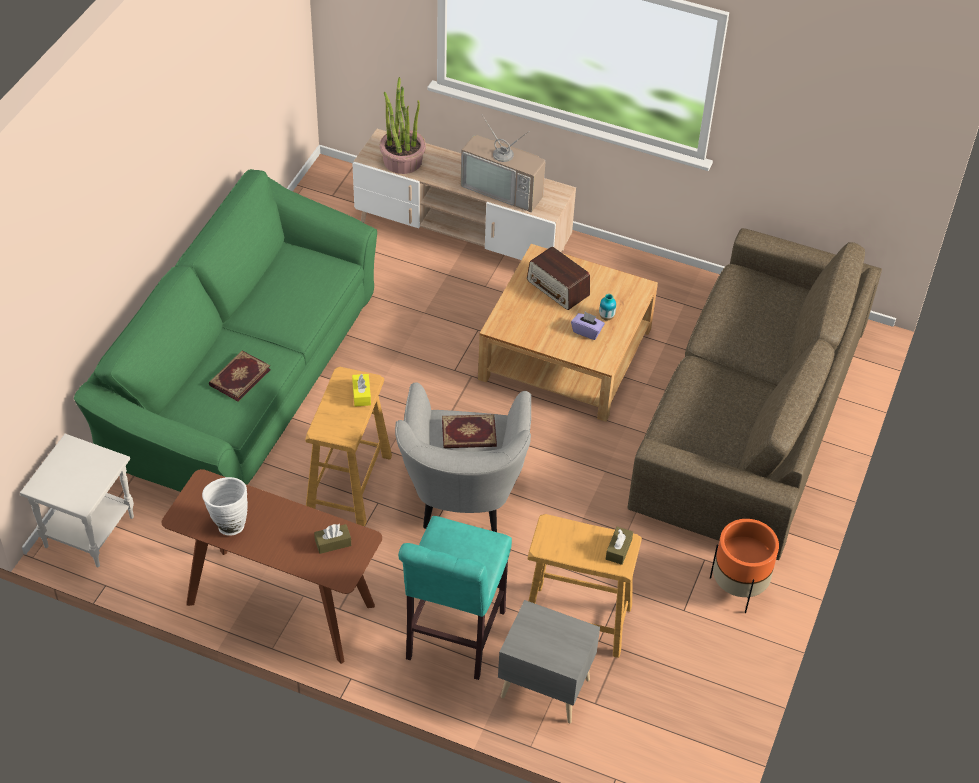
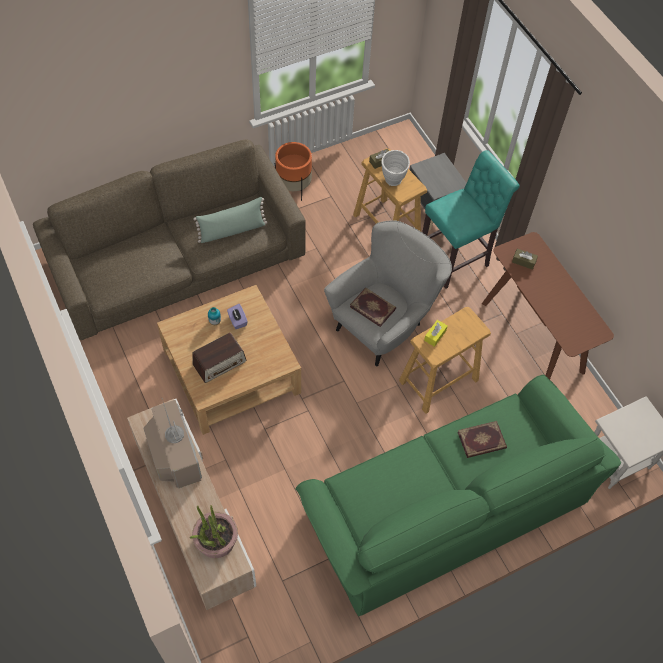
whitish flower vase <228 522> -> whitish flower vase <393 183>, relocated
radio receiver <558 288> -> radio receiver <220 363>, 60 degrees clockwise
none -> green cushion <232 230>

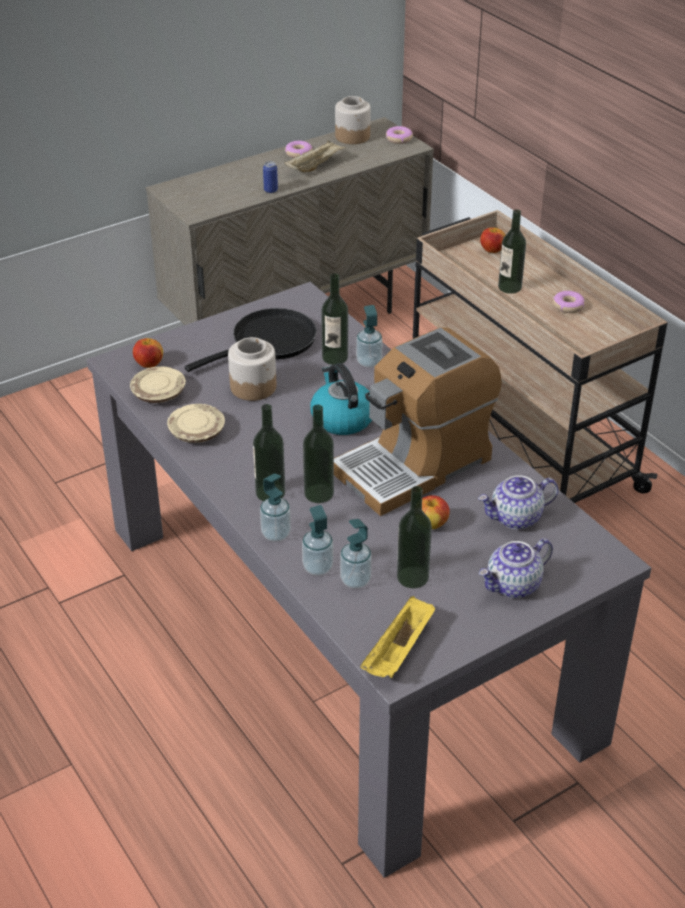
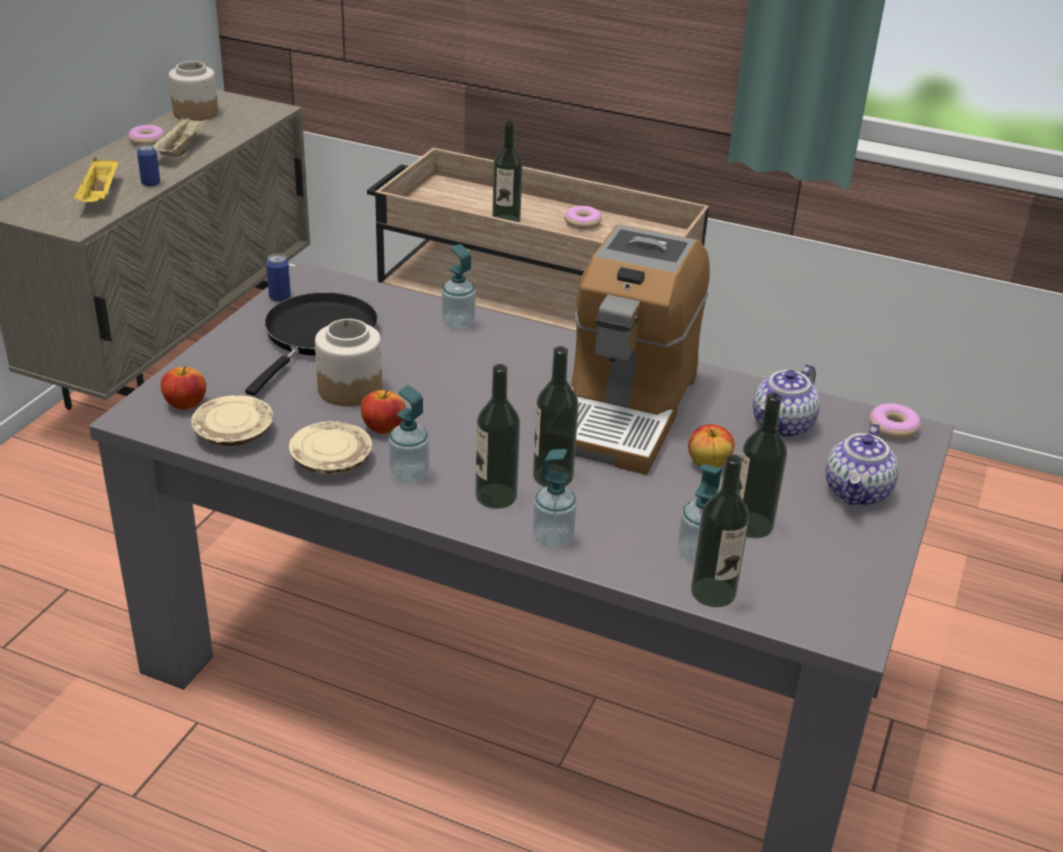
soap bottle <318 567> -> soap bottle <409 474>, relocated
tea kettle <342 418> -> none
drink bottle <335 357> -> drink bottle <713 592>, relocated
yellowish carrying tray <398 652> -> yellowish carrying tray <100 196>, relocated
doughnut <398 139> -> doughnut <892 428>, relocated
apple fruit <492 250> -> apple fruit <383 428>, relocated
none -> can <280 297>

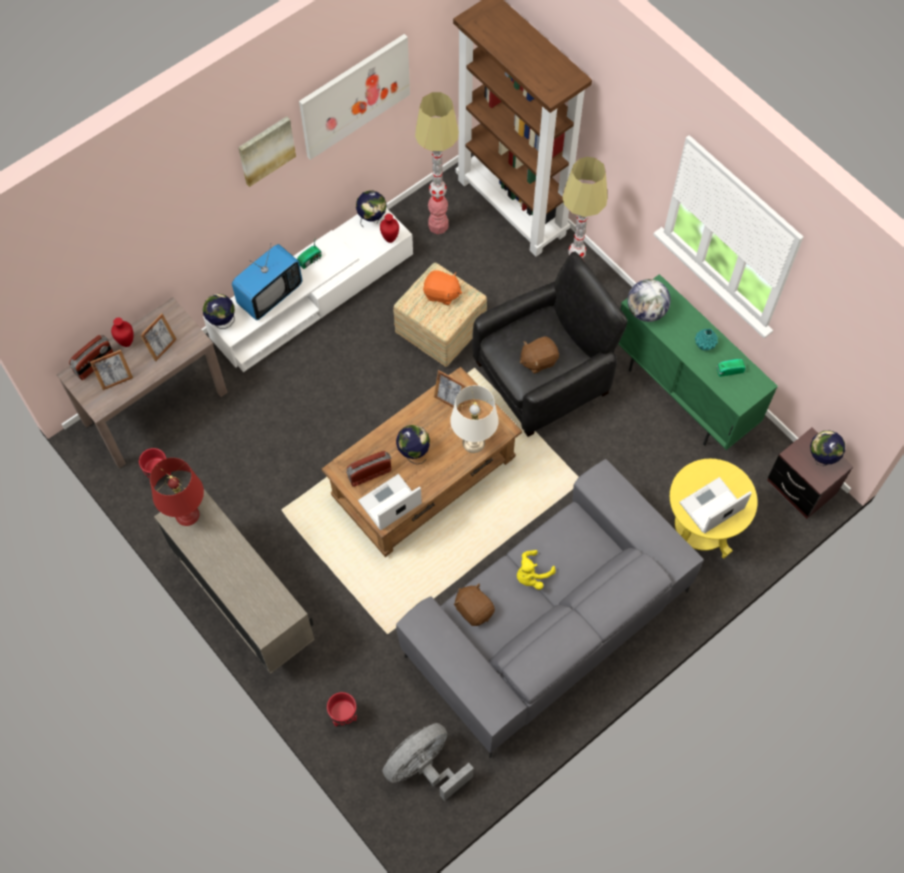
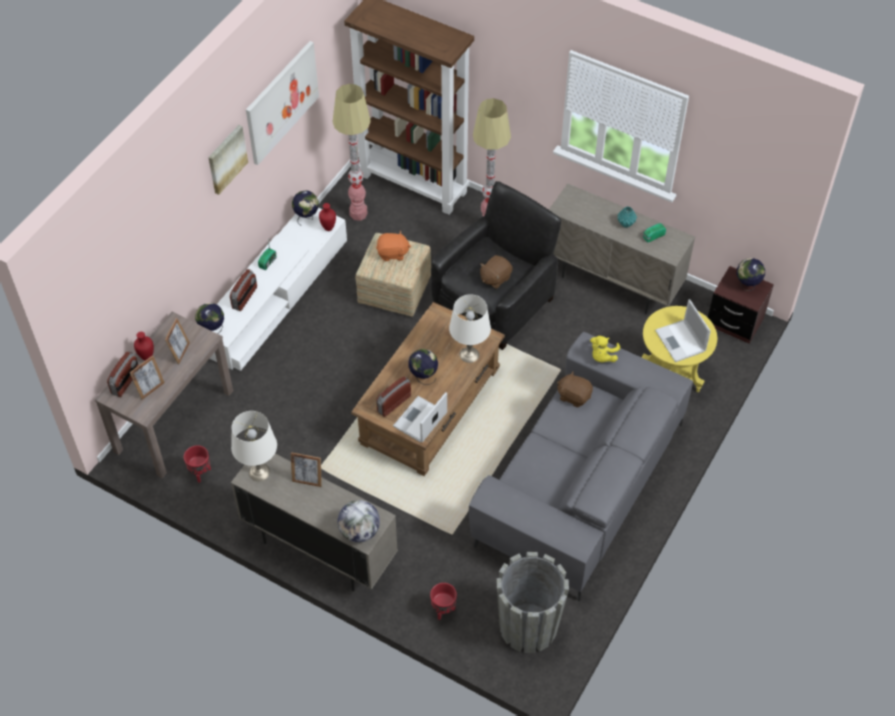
red table lamp <187 514> -> whitish table lamp <259 471>
TV set <270 295> -> radio receiver <245 298>
grey electric fan <424 767> -> grey flower pot <528 626>
photo frame <449 400> -> photo frame <307 480>, relocated
brownish plush toy <474 609> -> brownish plush toy <574 396>, relocated
yellowish plush toy <531 575> -> yellowish plush toy <602 356>, relocated
green cabinet <682 395> -> beige-coloured cabinet <612 283>
world globe <646 311> -> world globe <359 531>, relocated
laptop <710 506> -> laptop <681 341>, 60 degrees counterclockwise

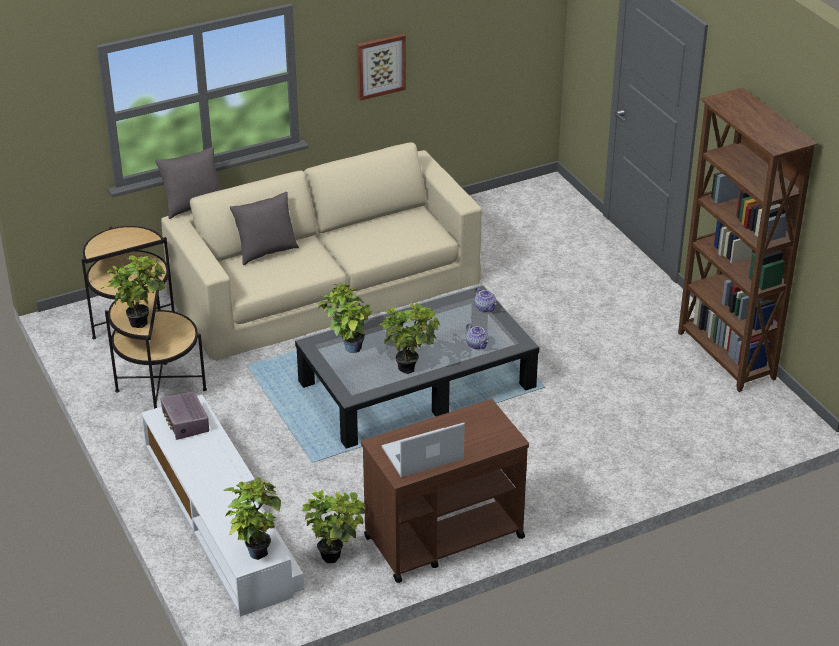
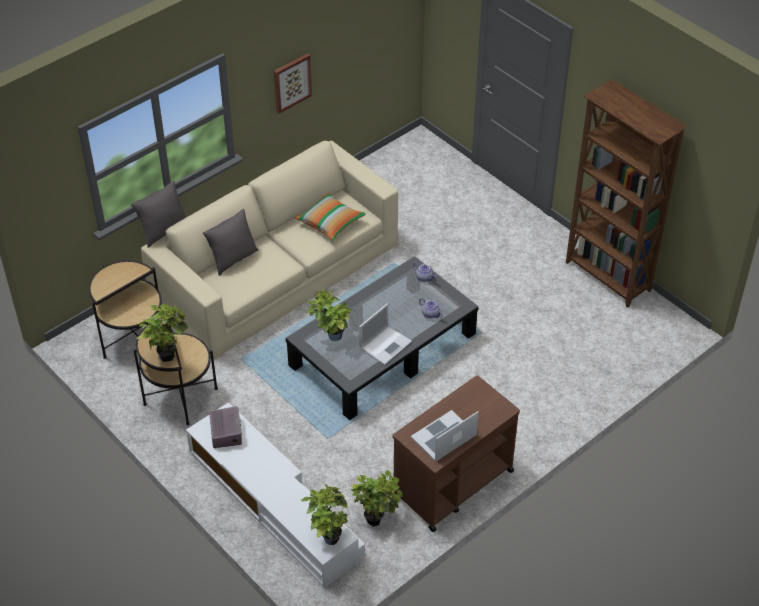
radio receiver <185 424> -> radio receiver <226 432>, 150 degrees counterclockwise
plant in a pot <410 366> -> laptop <386 344>
none -> cushion <330 223>

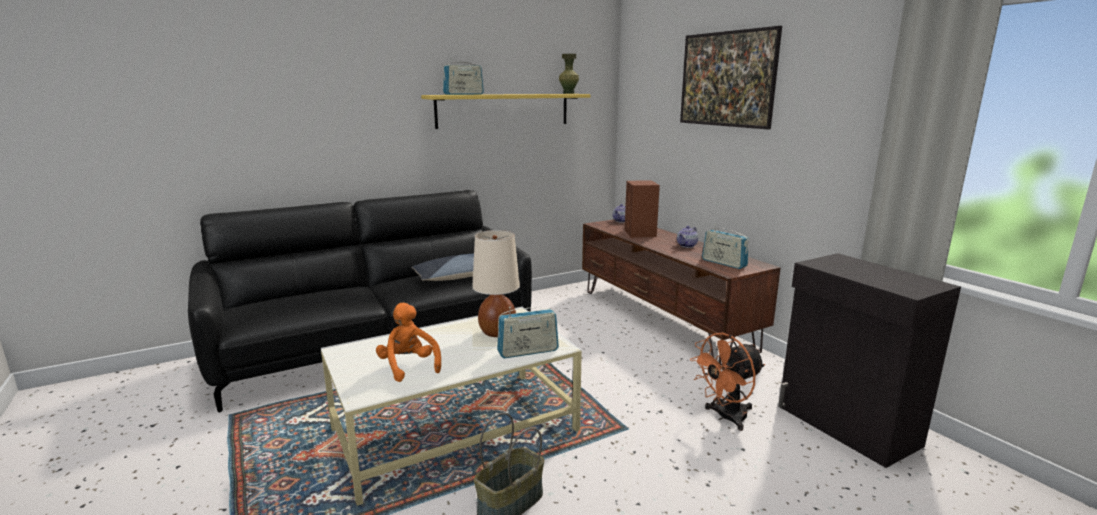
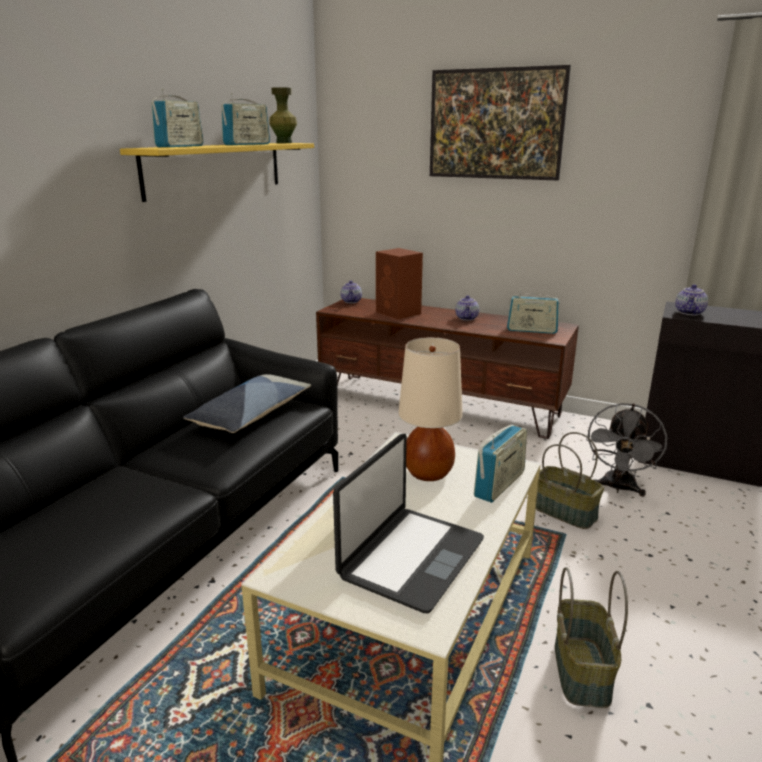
orange-coloured plush toy <409 366> -> laptop <410 558>
orange-coloured electric fan <725 417> -> grey electric fan <618 488>
none -> radio receiver <247 144>
none -> storage basket <565 512>
none -> pot for tea <690 313>

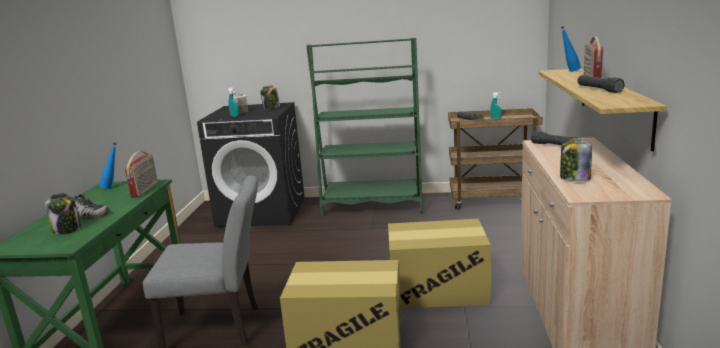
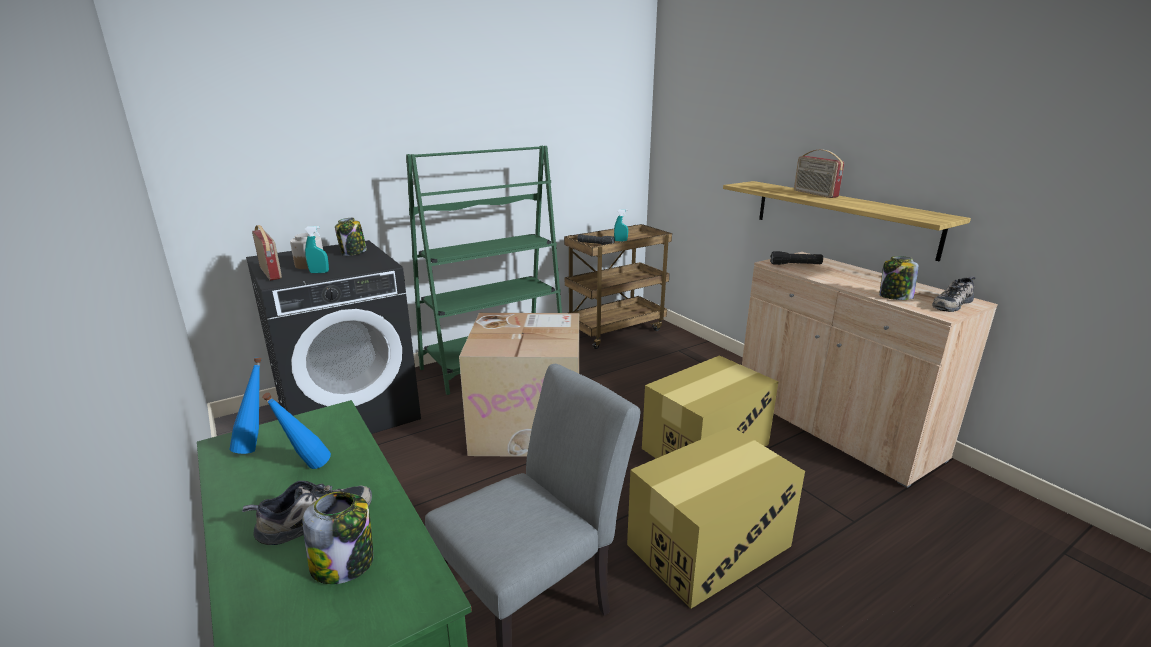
radio receiver <145 190> -> radio receiver <271 273>, relocated
bluish drink bottle <569 71> -> bluish drink bottle <307 469>, relocated
black hand torch <599 90> -> none
none -> packing box <529 425>
none -> low shoe <951 303>

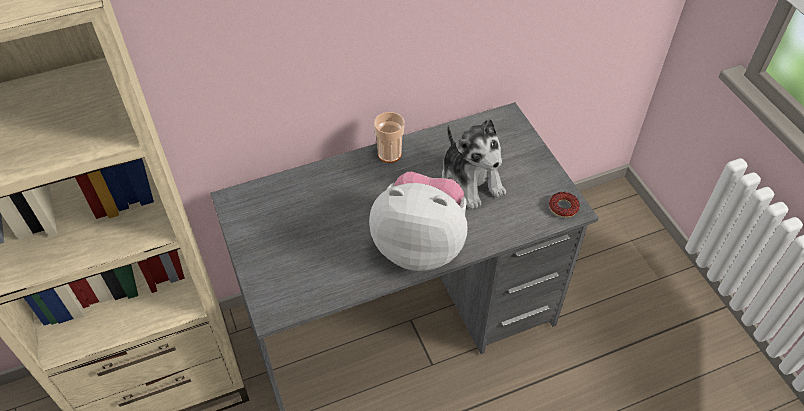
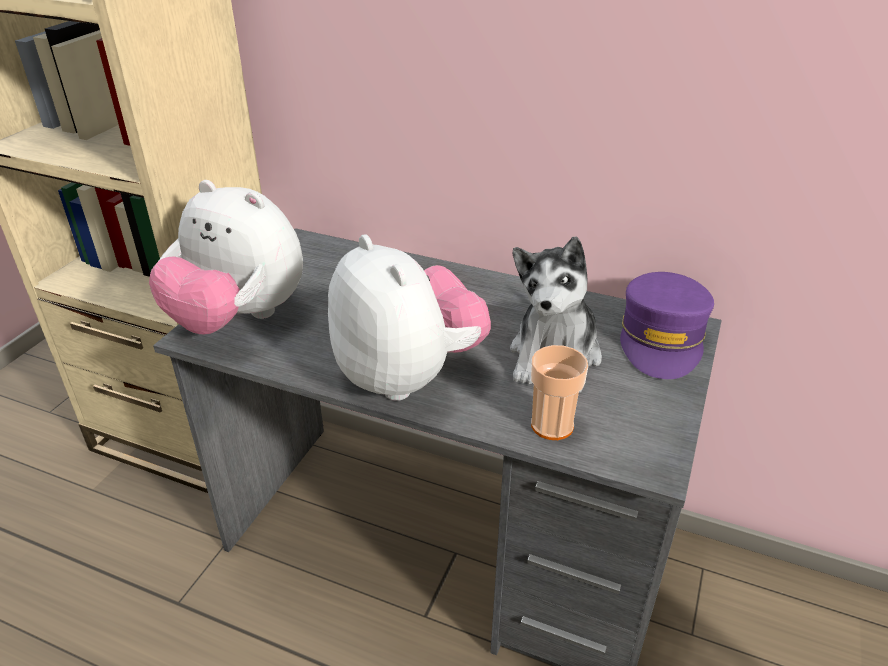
cup <389 154> -> cup <552 425>, relocated
doughnut <563 207> -> none
none -> plush toy <238 318>
none -> purplish peaked cap <662 339>

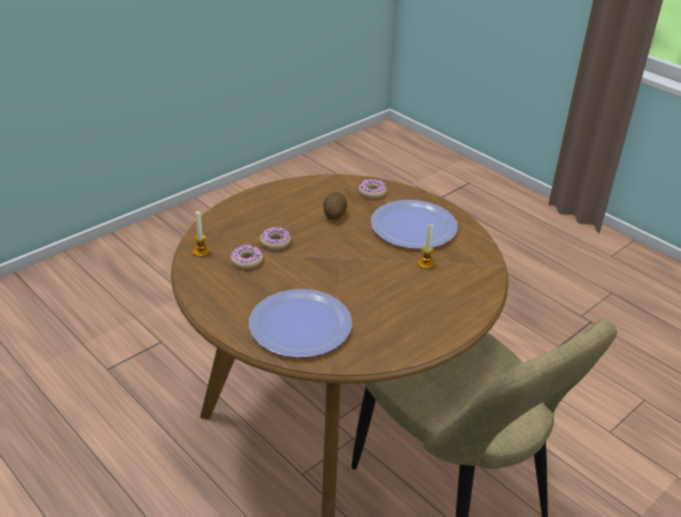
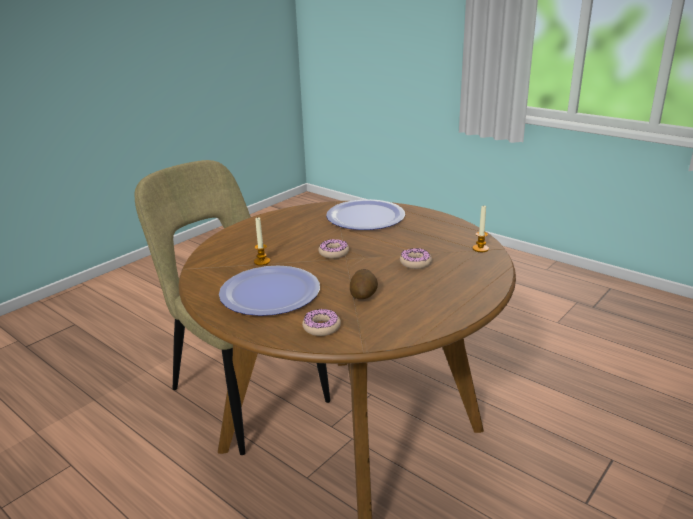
doughnut <247 261> -> doughnut <333 253>, relocated

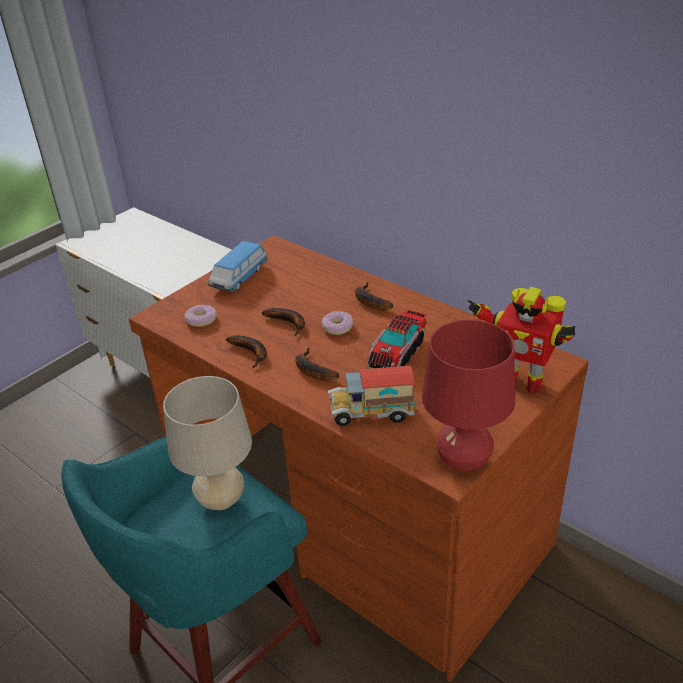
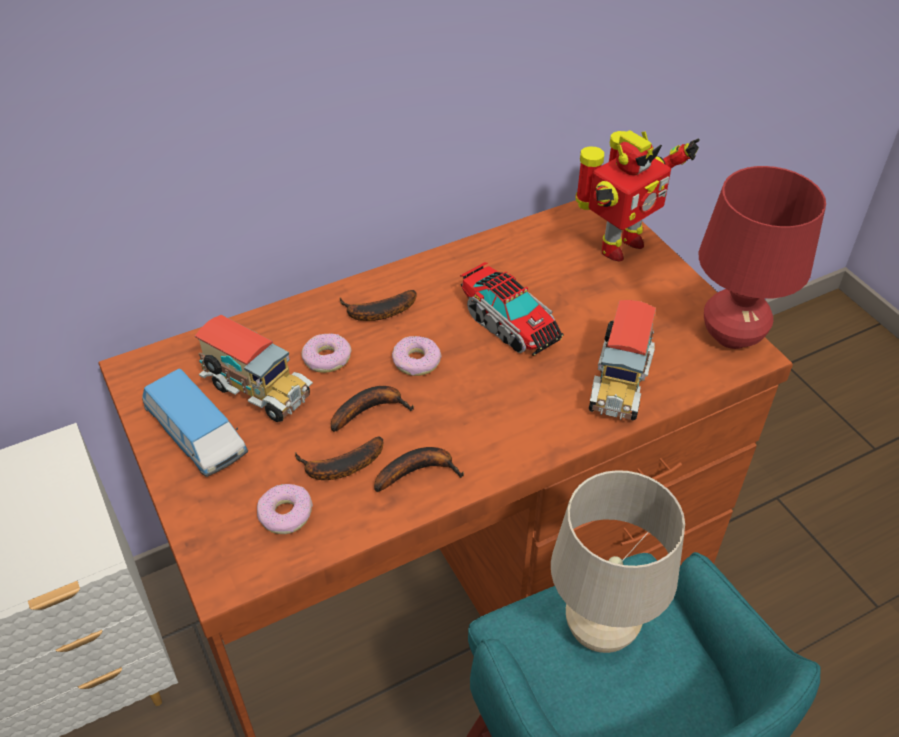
banana <311 370> -> banana <339 467>, relocated
none -> toy lorry <257 392>
none -> doughnut <326 358>

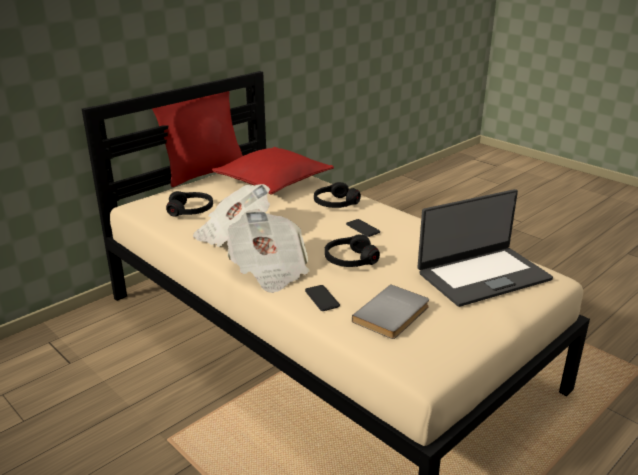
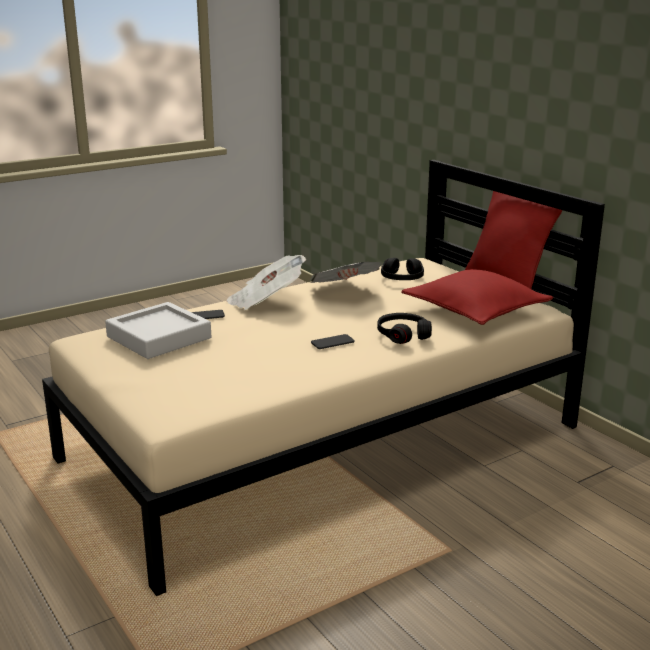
black headphones <350 260> -> none
grey bound book <393 315> -> grey carrying tray <159 337>
laptop <482 275> -> none

